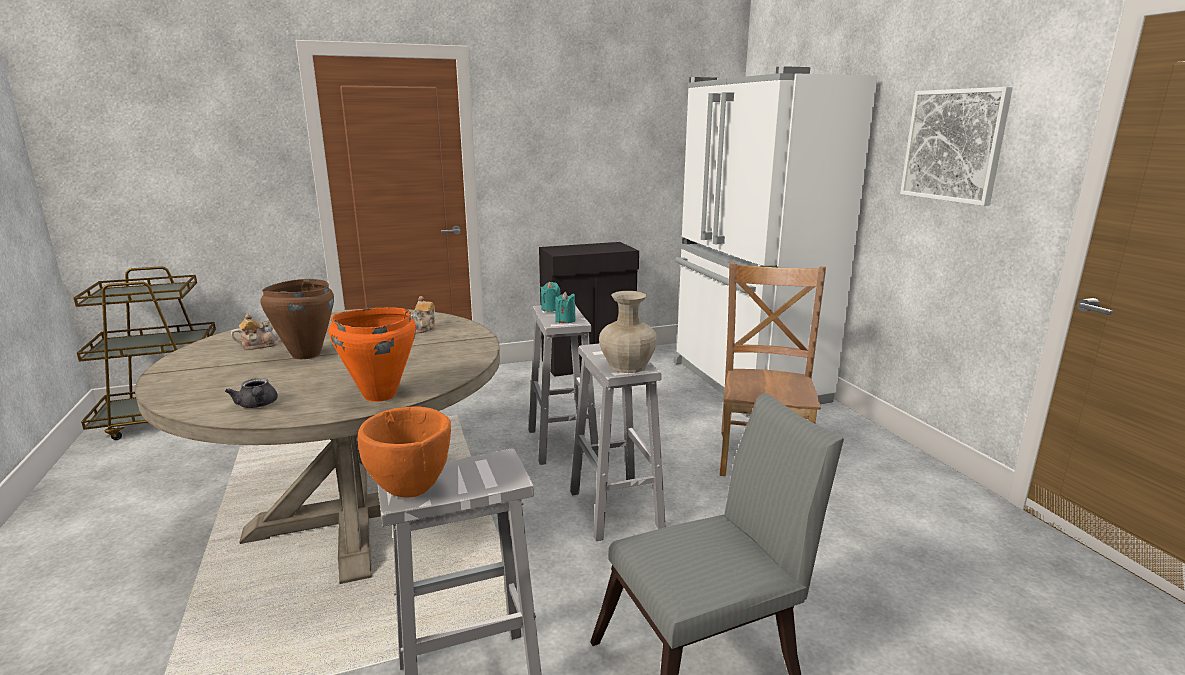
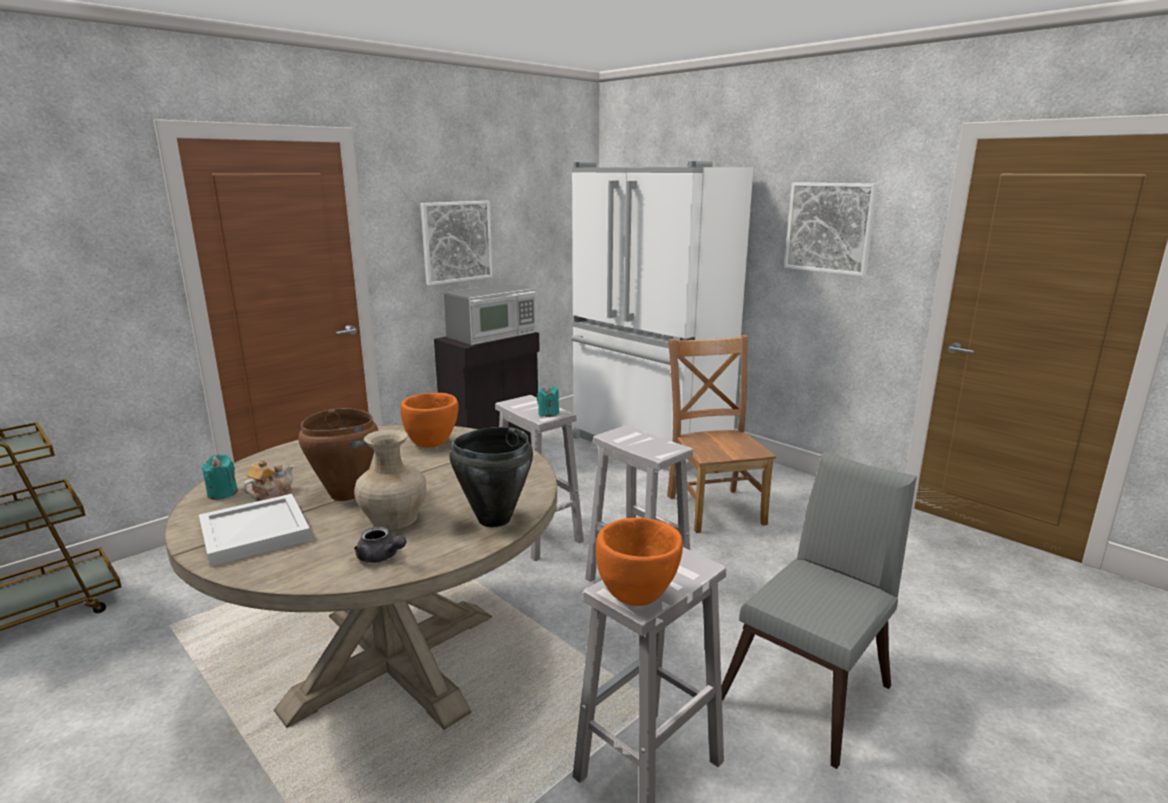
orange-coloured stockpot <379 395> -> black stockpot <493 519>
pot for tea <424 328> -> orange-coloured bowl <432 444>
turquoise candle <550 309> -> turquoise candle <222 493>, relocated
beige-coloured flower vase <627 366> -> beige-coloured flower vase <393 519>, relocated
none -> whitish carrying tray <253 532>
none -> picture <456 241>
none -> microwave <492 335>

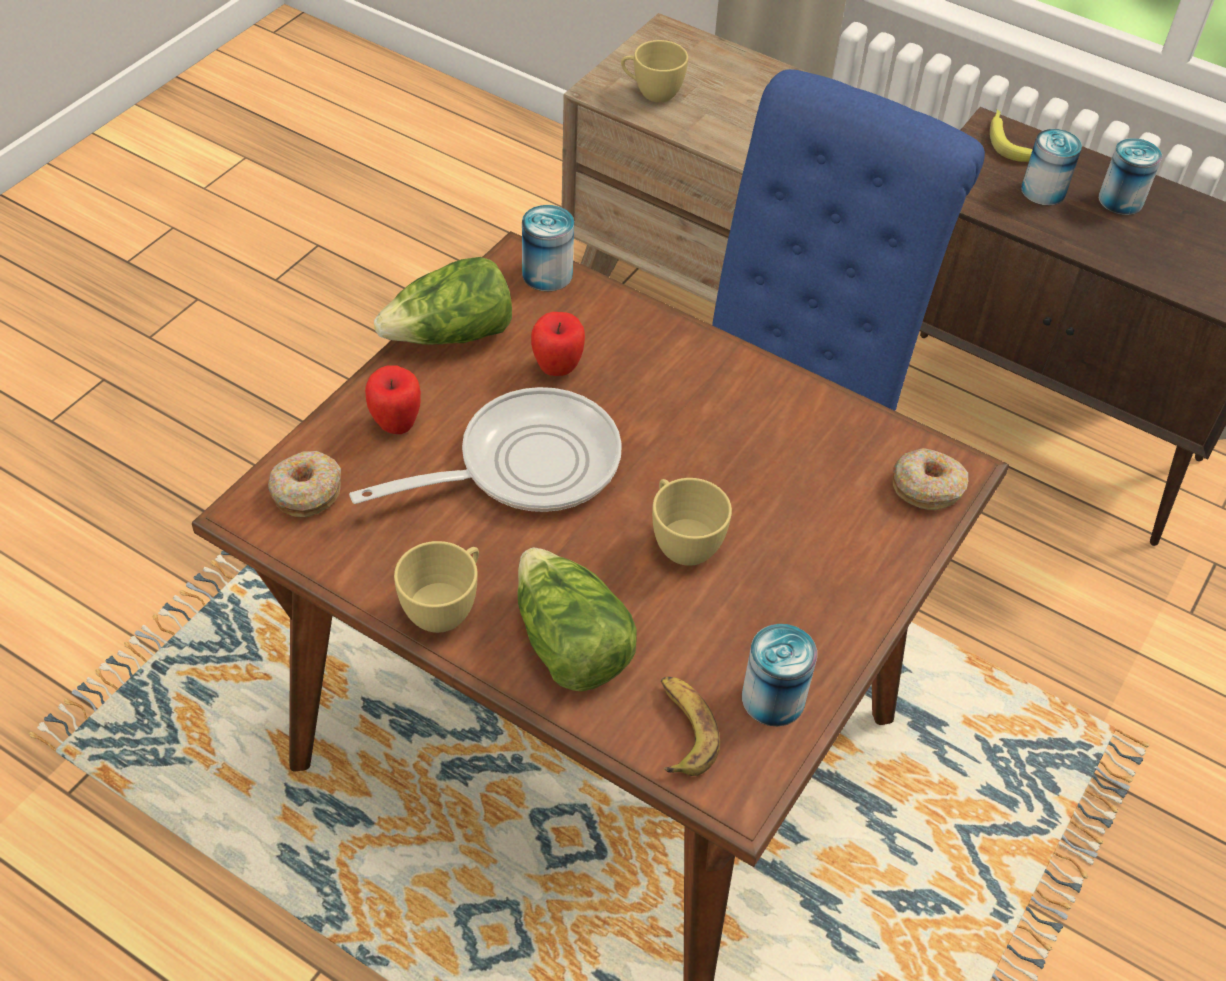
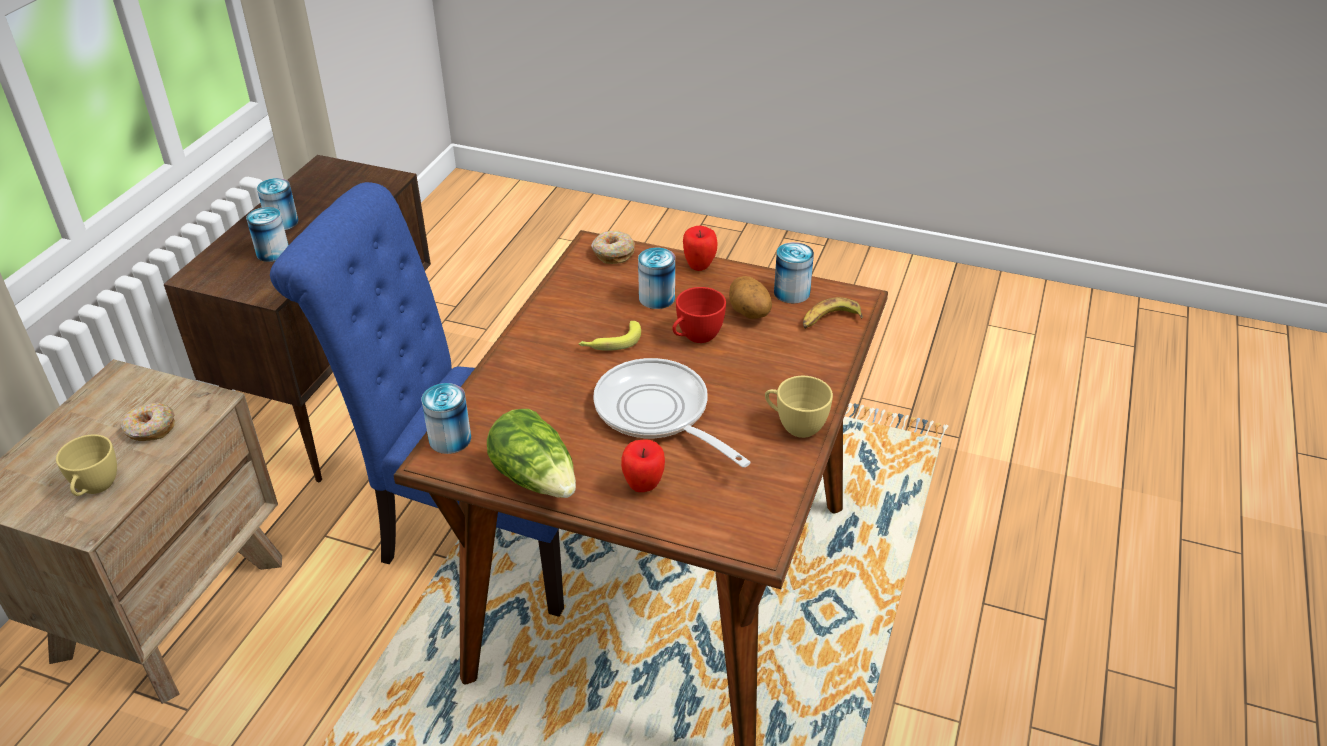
doughnut <306 492> -> doughnut <150 429>, relocated
head of lettuce <568 644> -> none
apple fruit <557 369> -> apple fruit <699 266>, relocated
yellowish cup <682 542> -> red cup <695 337>
banana <1007 140> -> banana <610 342>, relocated
none -> can <657 298>
none -> whole potato <748 314>

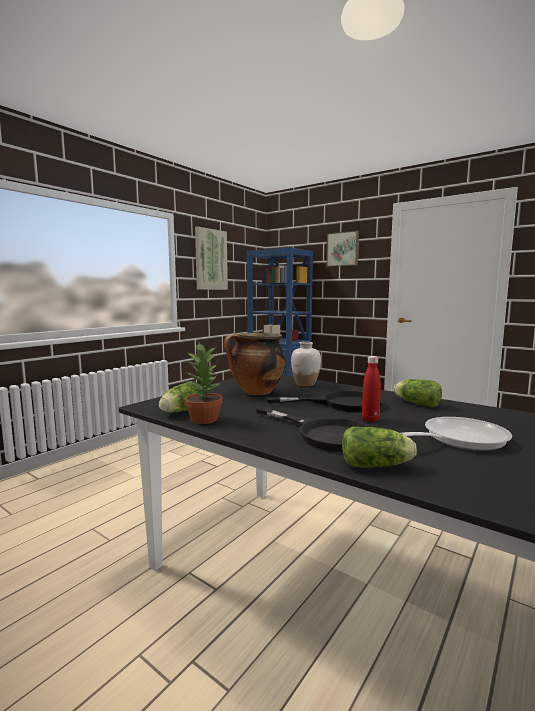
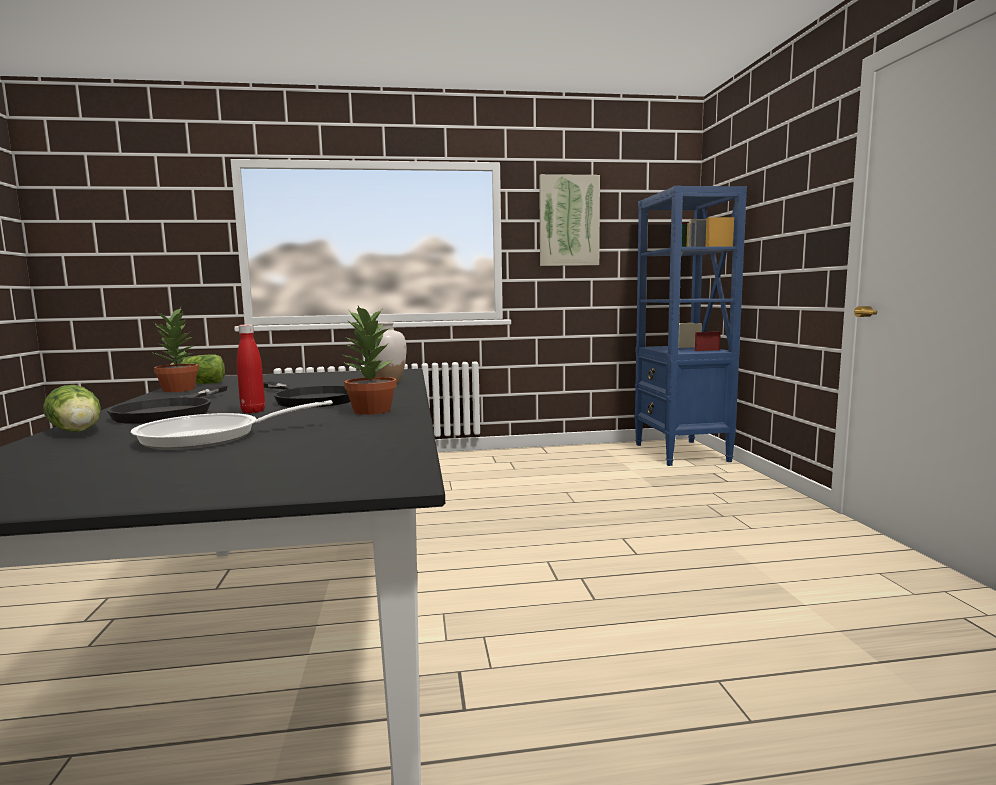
stockpot <256 392> -> none
picture <343 249> -> none
head of lettuce <415 403> -> plant in a pot <370 411>
skillet <458 439> -> skillet <211 437>, 135 degrees clockwise

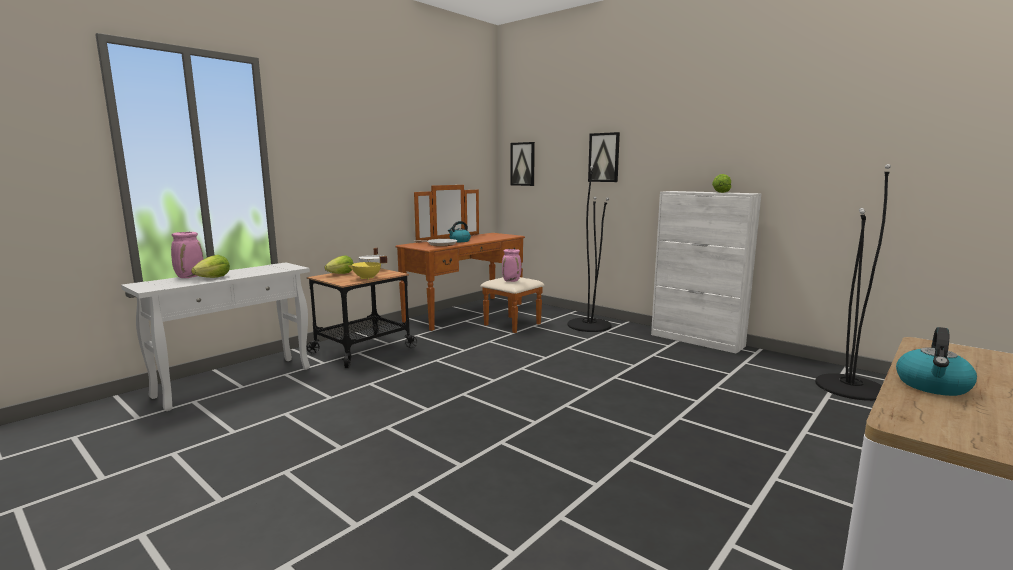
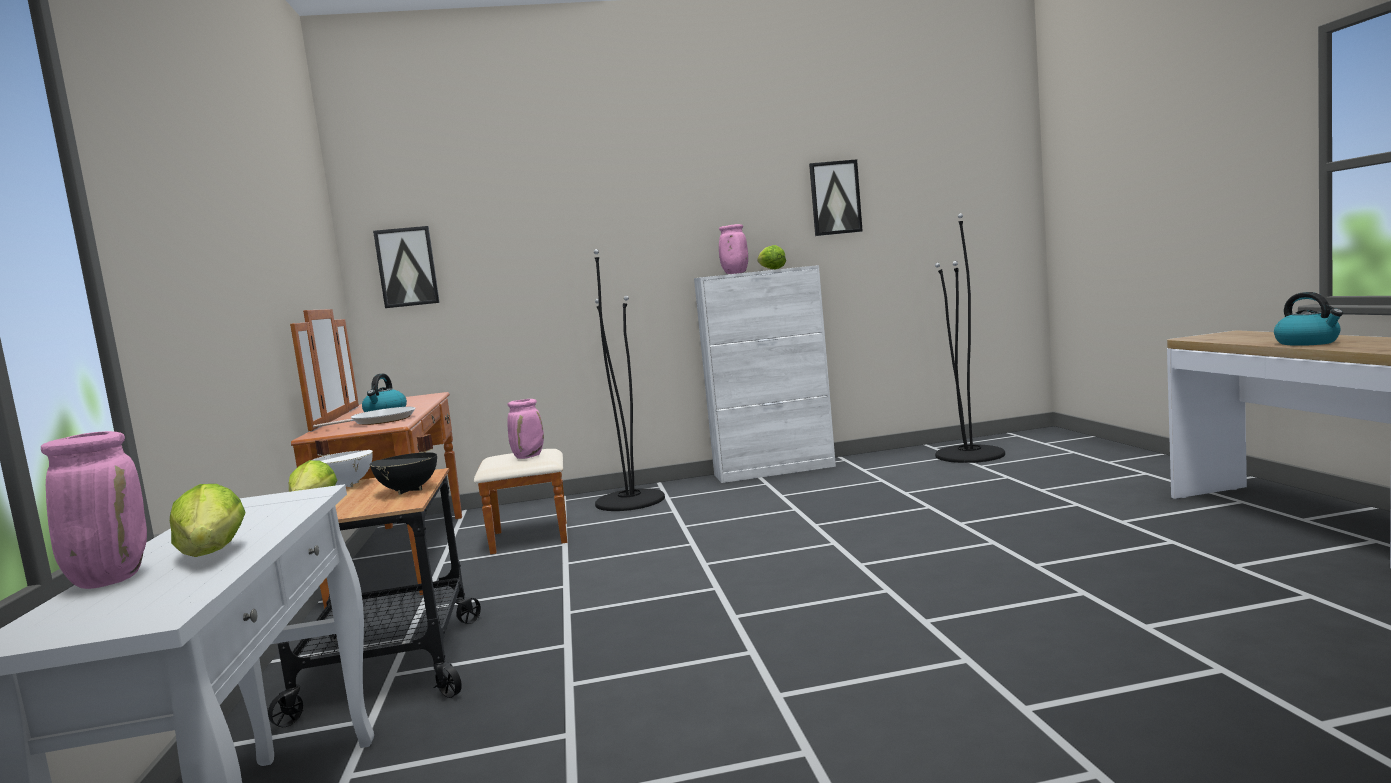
yellowish stockpot <367 278> -> black stockpot <410 490>
picture <604 157> -> picture <835 198>, relocated
none -> pinkish flower vase <734 273>

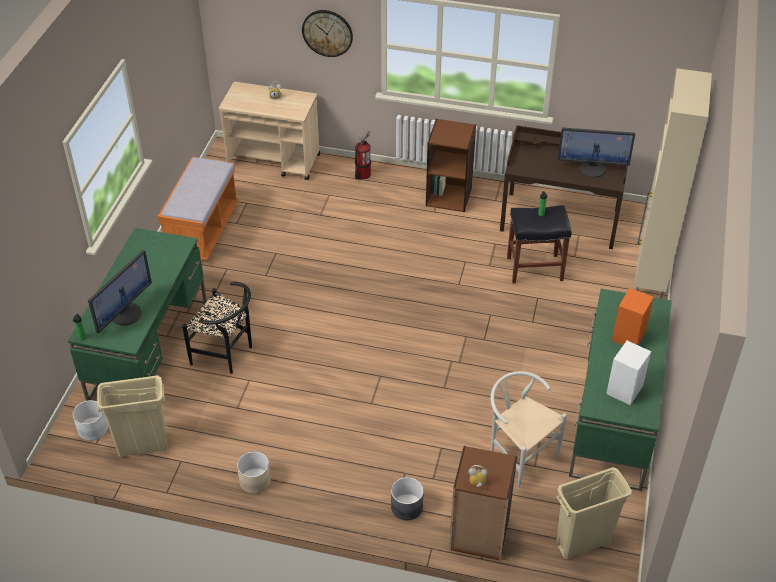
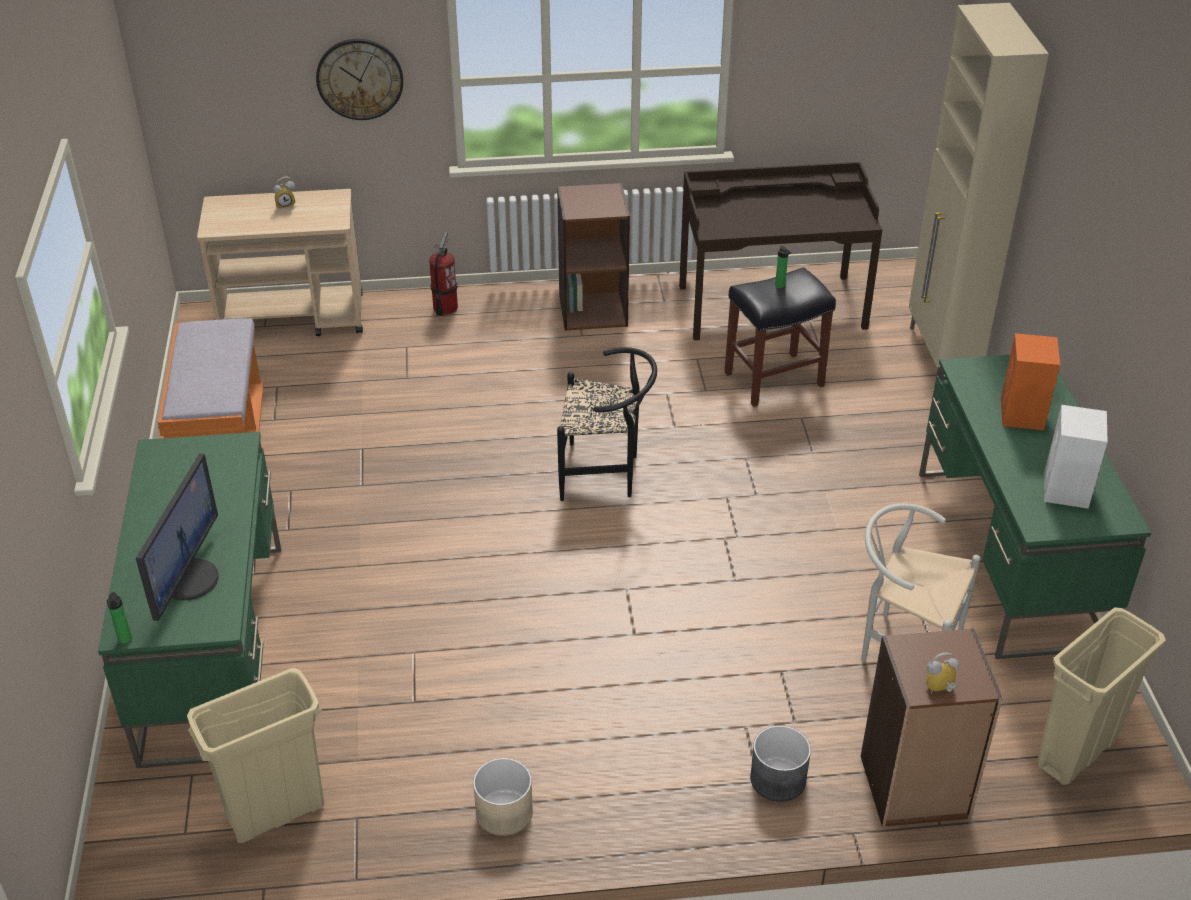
whitish flower pot <92 428> -> none
black plain chair <227 354> -> black plain chair <606 474>, relocated
computer screen <592 168> -> none

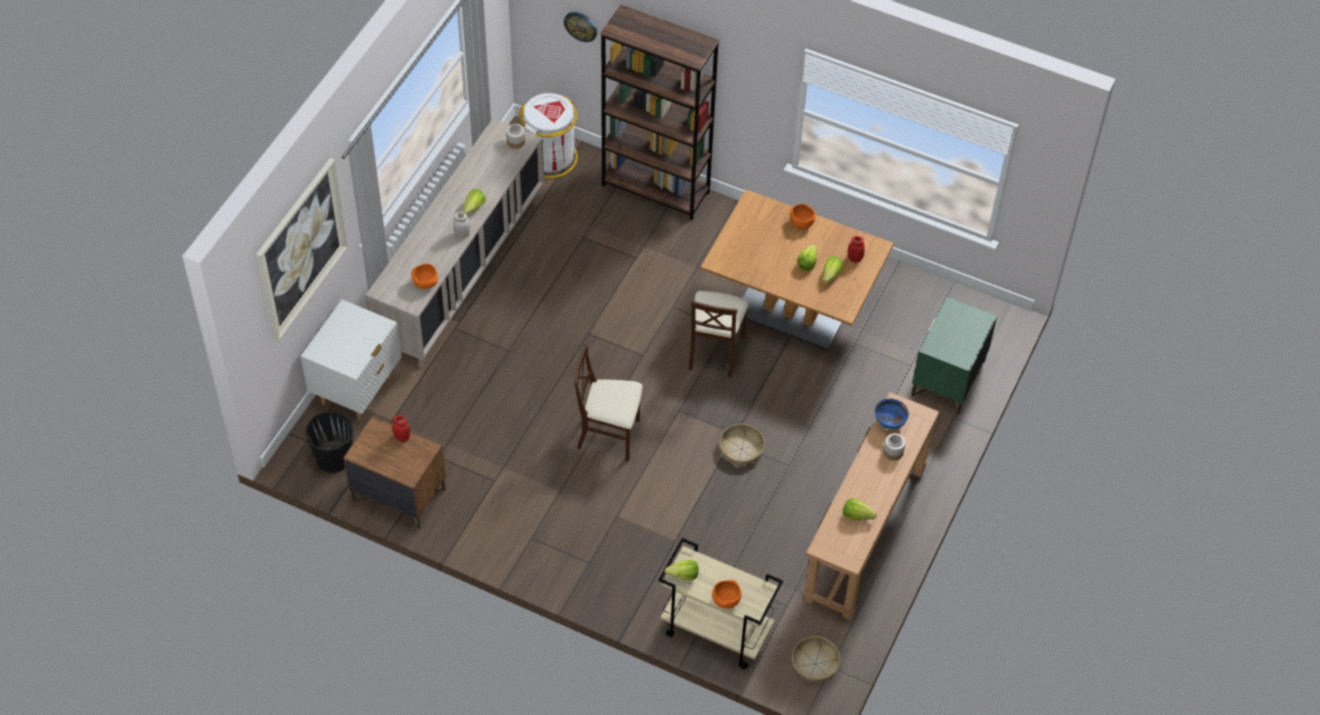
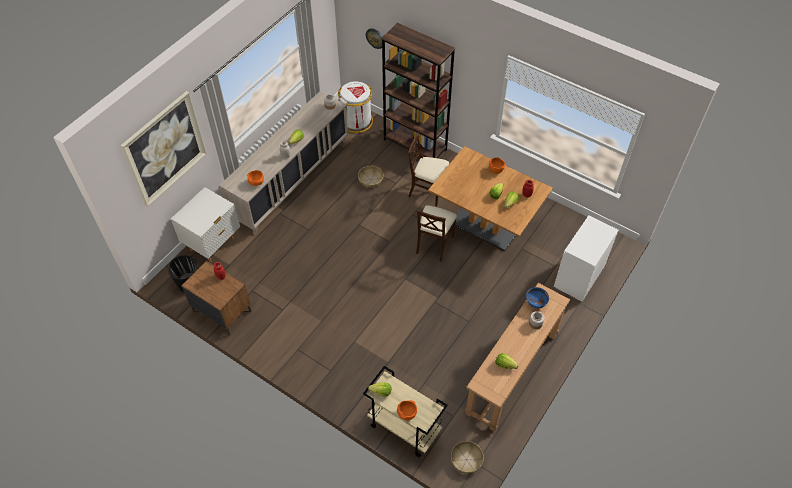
beige-coloured plain chair <609 435> -> beige-coloured plain chair <427 192>, relocated
storage basket <741 449> -> storage basket <370 179>, relocated
green bedside table <948 379> -> whitish chest of drawers <578 277>

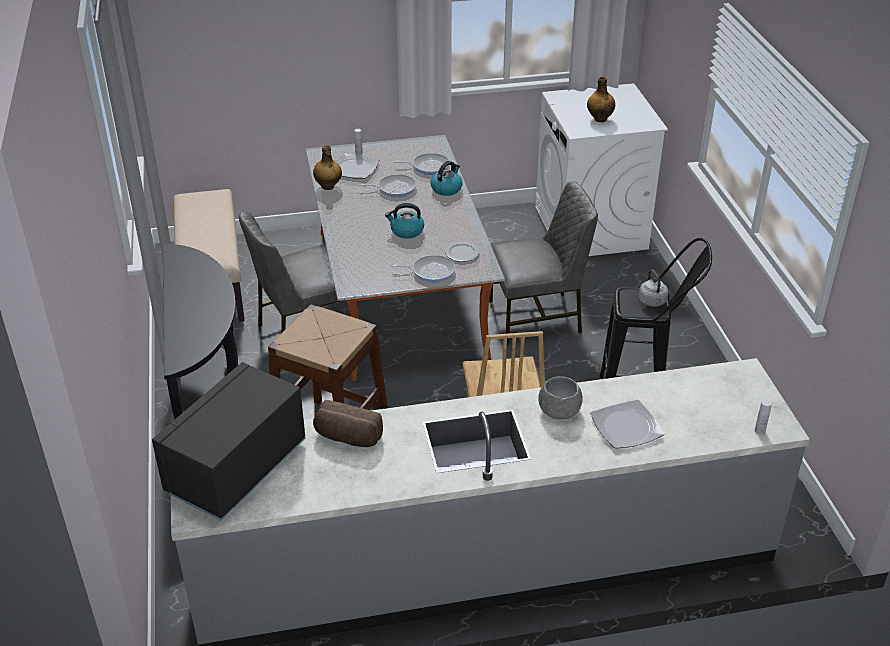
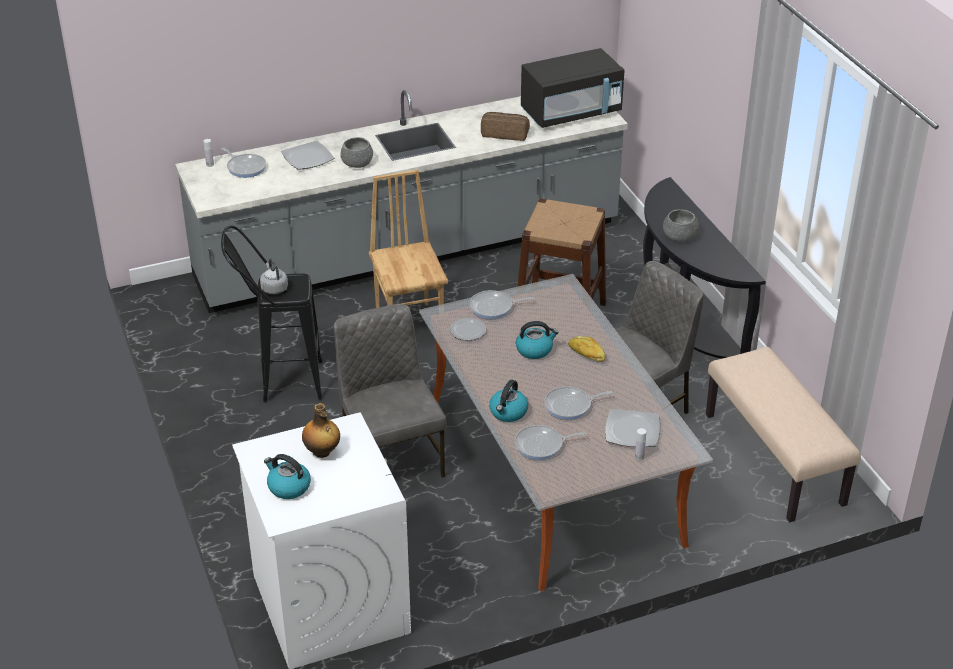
black microwave <236 468> -> black microwave <571 112>, 45 degrees clockwise
drink bottle <328 187> -> none
grey plain chair <537 317> -> grey plain chair <391 457>, 90 degrees clockwise
none -> skillet <245 167>
none -> tea kettle <288 487>
none -> baked bread <586 354>
none -> grey bowl <680 236>

